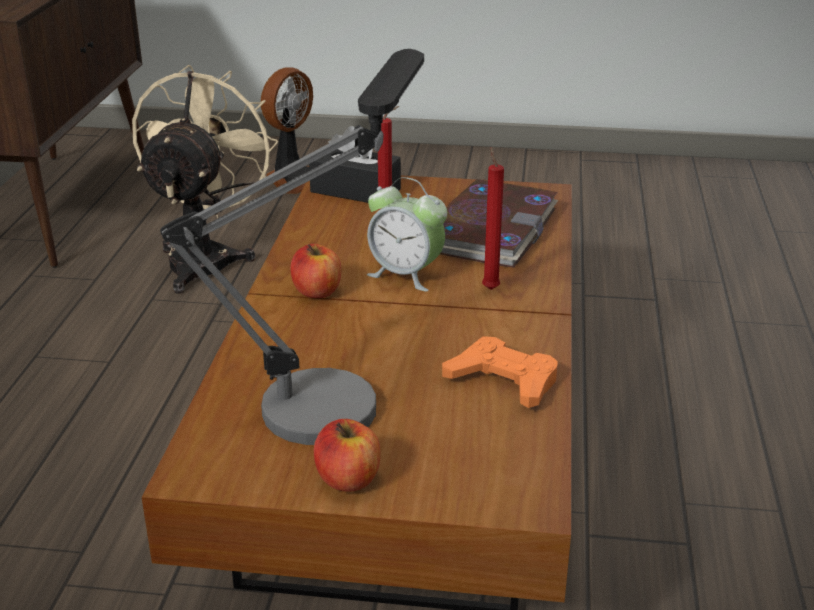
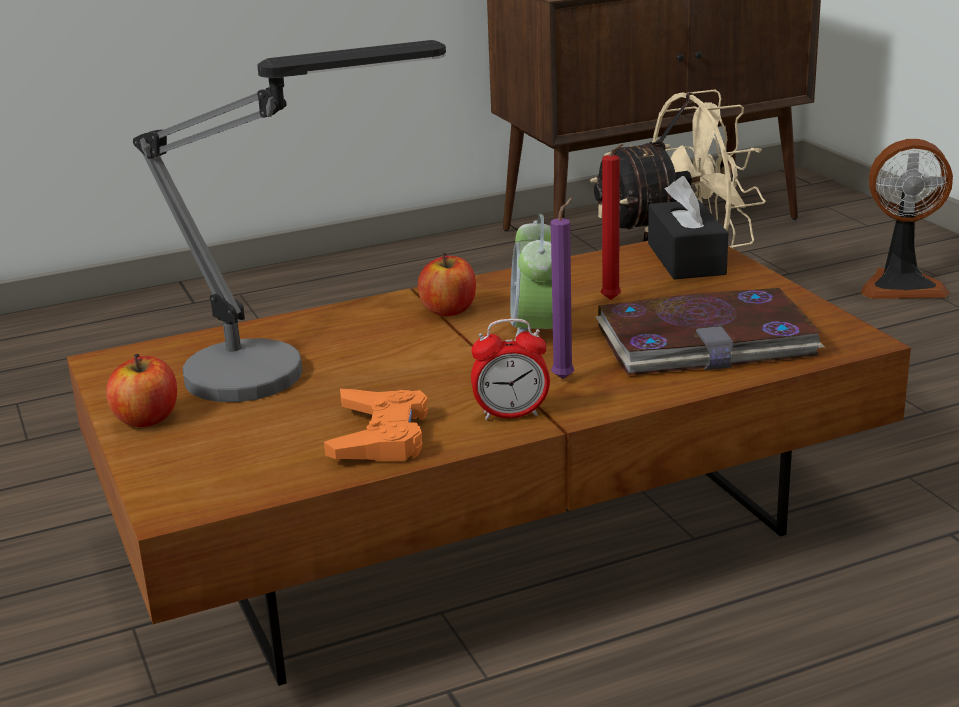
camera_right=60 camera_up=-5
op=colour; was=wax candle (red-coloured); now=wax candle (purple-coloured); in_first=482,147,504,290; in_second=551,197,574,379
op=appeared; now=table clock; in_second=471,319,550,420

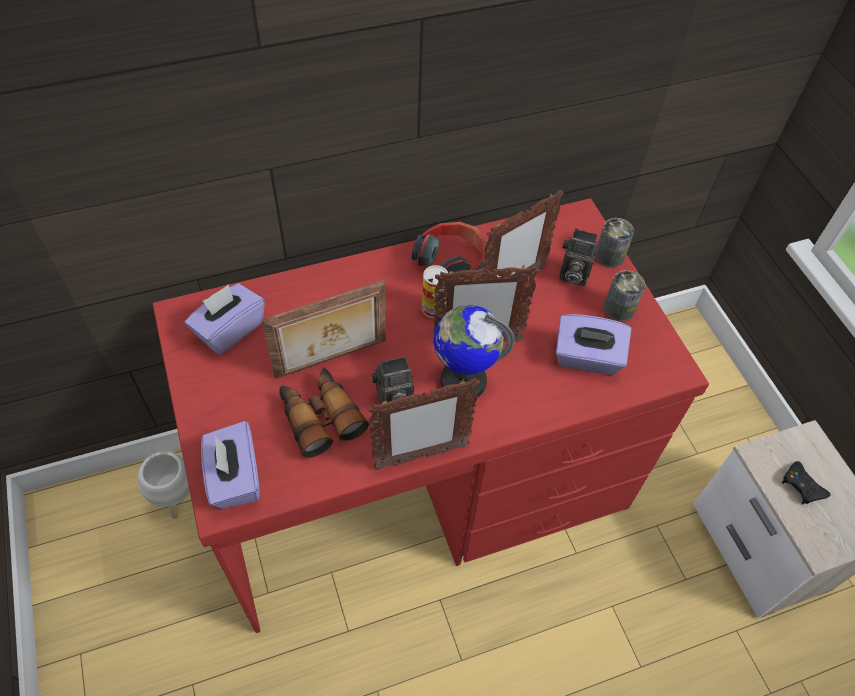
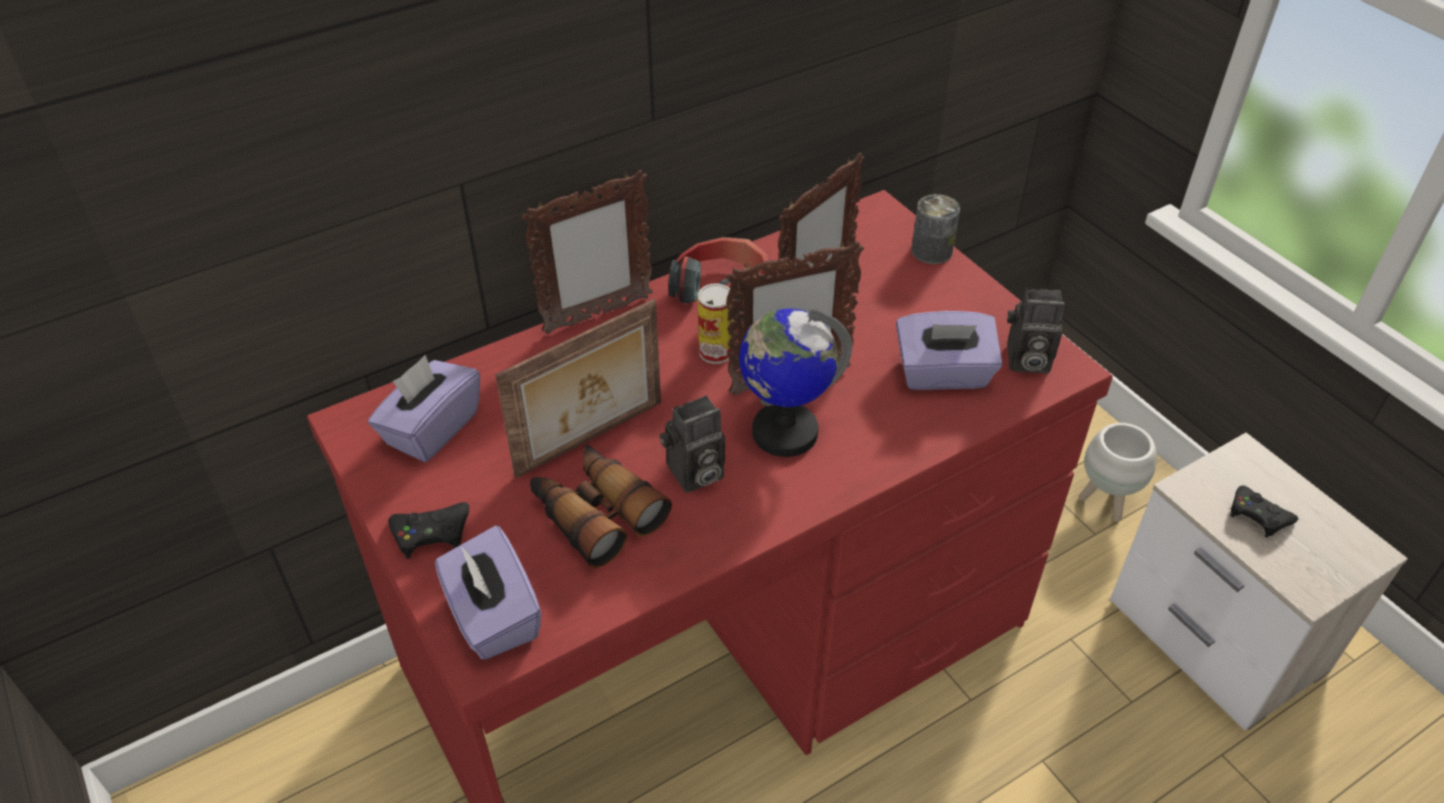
camera_right=-10 camera_up=-10
op=relocated; was=photo camera; in_first=559,228,597,286; in_second=1007,288,1065,373
op=missing; was=metal can; in_first=604,270,645,322
op=relocated; was=standing frame; in_first=367,378,480,470; in_second=522,170,653,334
op=relocated; was=planter (white); in_first=138,451,190,519; in_second=1079,423,1157,522
op=appeared; now=game controller (blackish); in_second=388,502,469,559

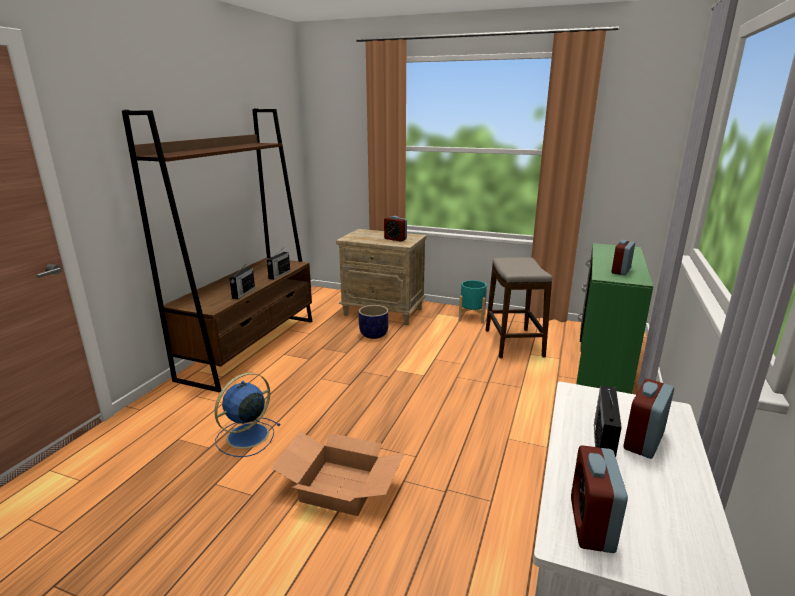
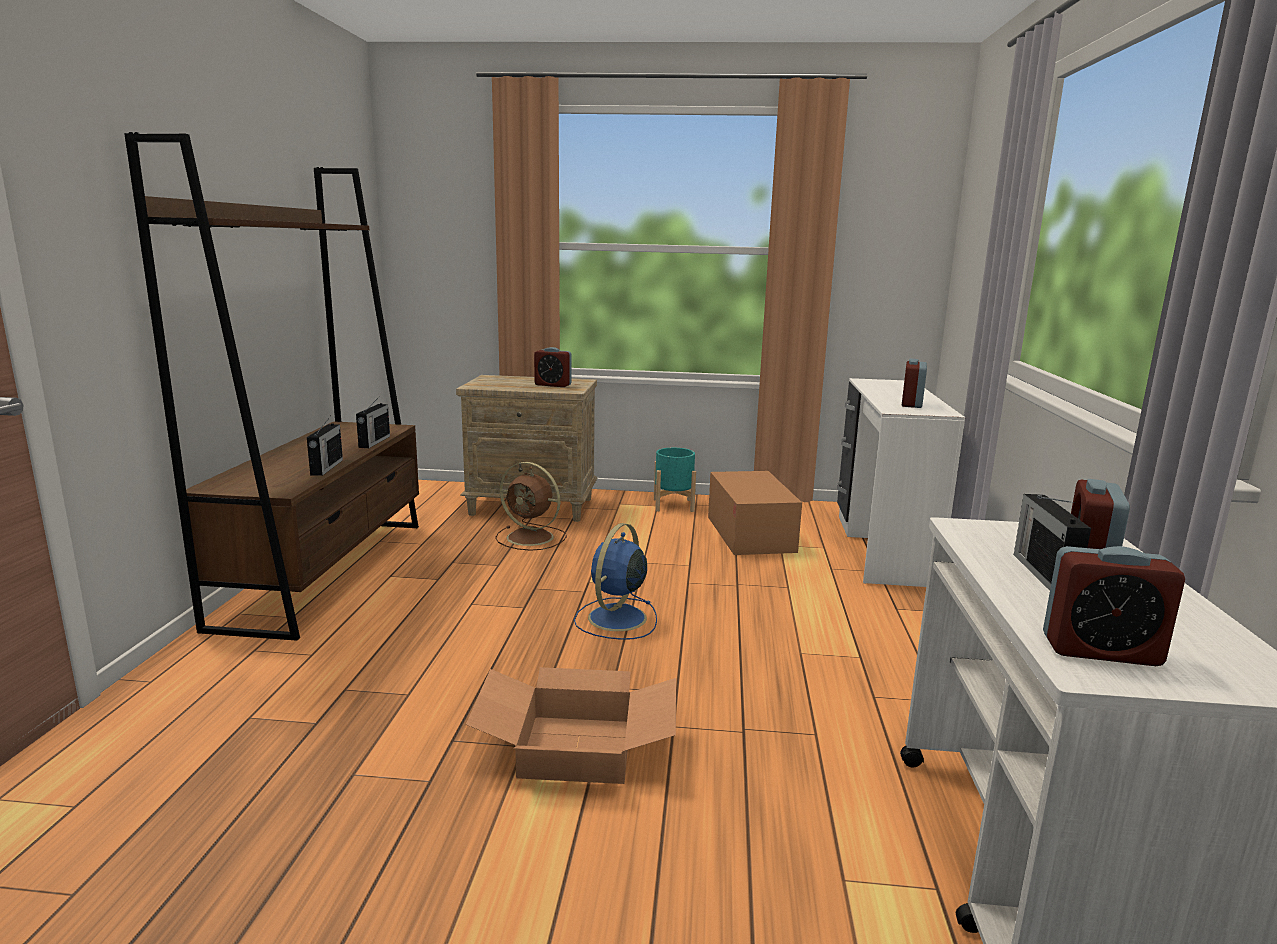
camera_right=-15 camera_up=-5
op=colour; was=desk unit (green); now=desk unit (white); in_first=576,243,653,394; in_second=837,378,965,587
op=exchanged; was=sitting stool; now=packing box; in_first=486,257,552,359; in_second=708,471,802,555
op=exchanged; was=planter; now=electric fan (brownish); in_first=358,305,389,339; in_second=495,462,567,551
op=relocated; was=electric fan (blue); in_first=214,373,280,457; in_second=574,523,657,640
op=spun; was=table clock; in_first=571,445,628,553; in_second=1043,546,1185,666; clockwise=-75

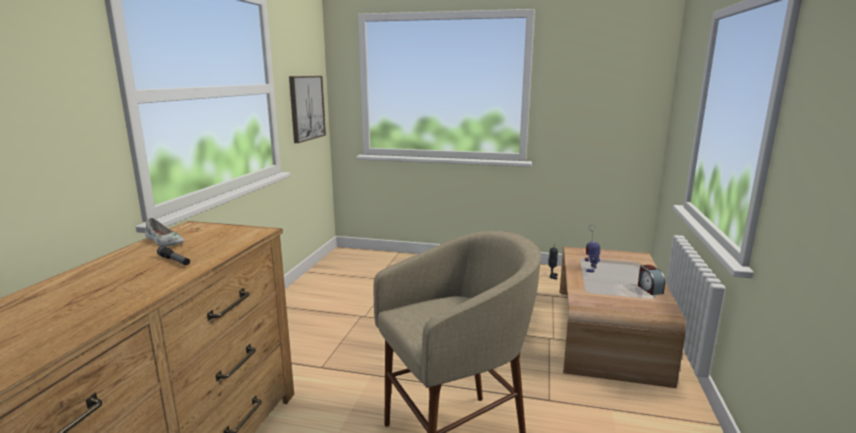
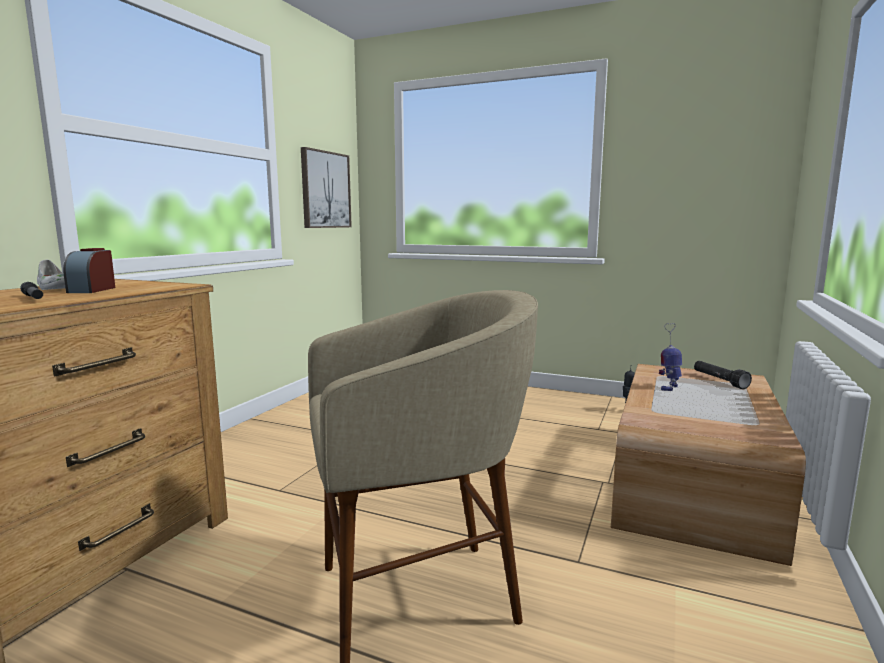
camera_right=10 camera_up=-5
op=relocated; was=table clock; in_first=638,265,665,295; in_second=63,248,115,293
op=appeared; now=torch (blackish); in_second=694,361,752,389

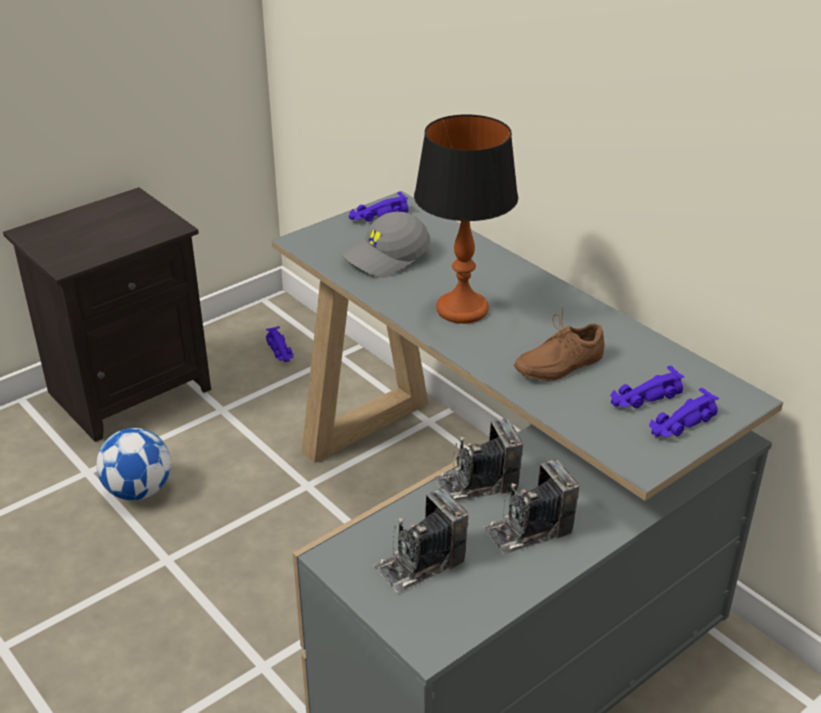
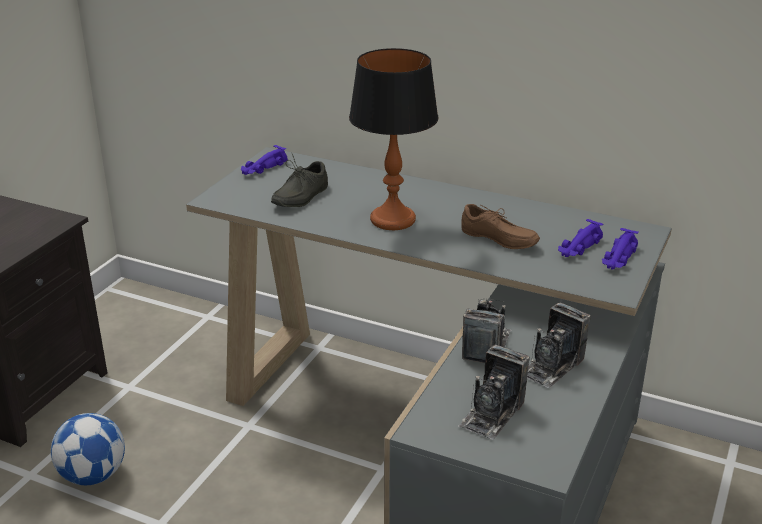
camera_right=-25 camera_up=-5
op=exchanged; was=peaked cap (grey); now=low shoe (grey); in_first=342,212,430,278; in_second=271,154,328,207
op=spun; was=low shoe (brownish); in_first=514,307,605,381; in_second=461,204,540,249; clockwise=-90
op=missing; was=miniature car (purple-coloured); in_first=266,326,294,362
op=spun; was=photo camera; in_first=434,419,523,501; in_second=462,298,512,363; clockwise=150

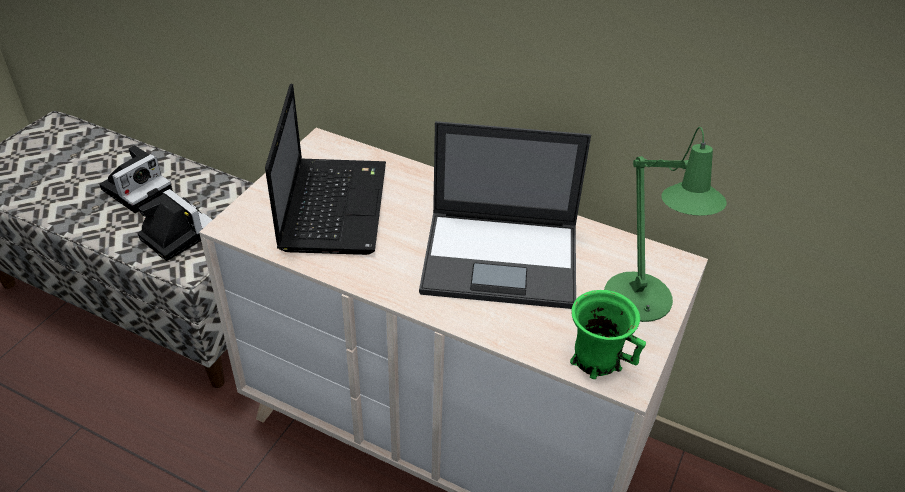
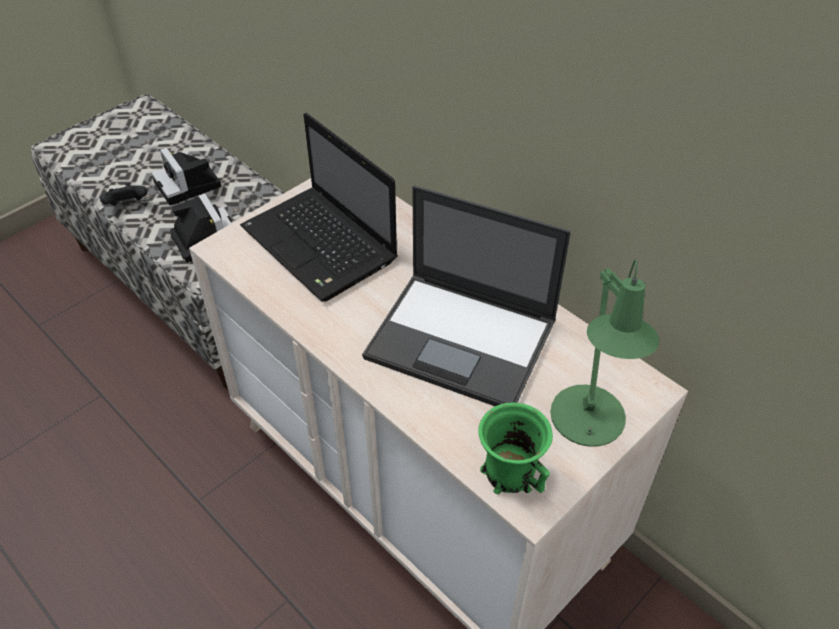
camera_right=20 camera_up=5
op=spun; was=portable computer; in_first=265,84,386,255; in_second=240,113,398,302; clockwise=120
op=spun; was=photo camera; in_first=99,145,173,213; in_second=151,147,221,206; clockwise=90
op=appeared; now=game controller (blackish); in_second=100,183,147,205

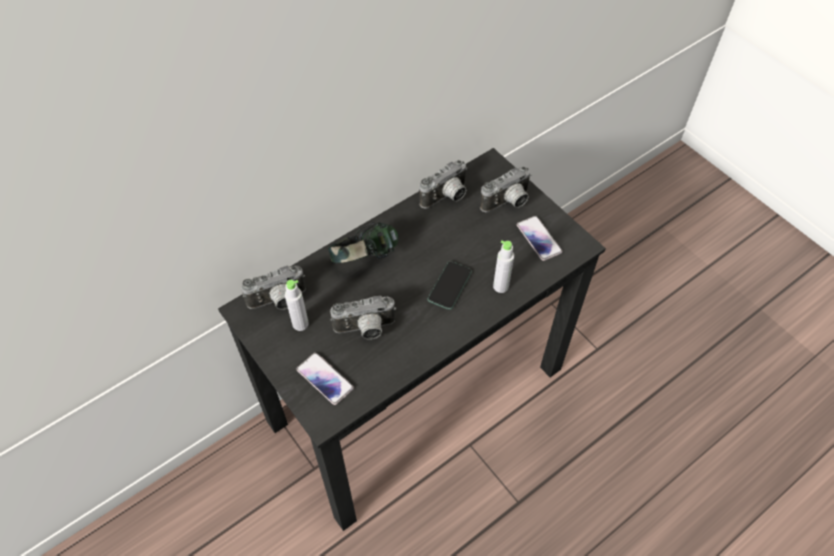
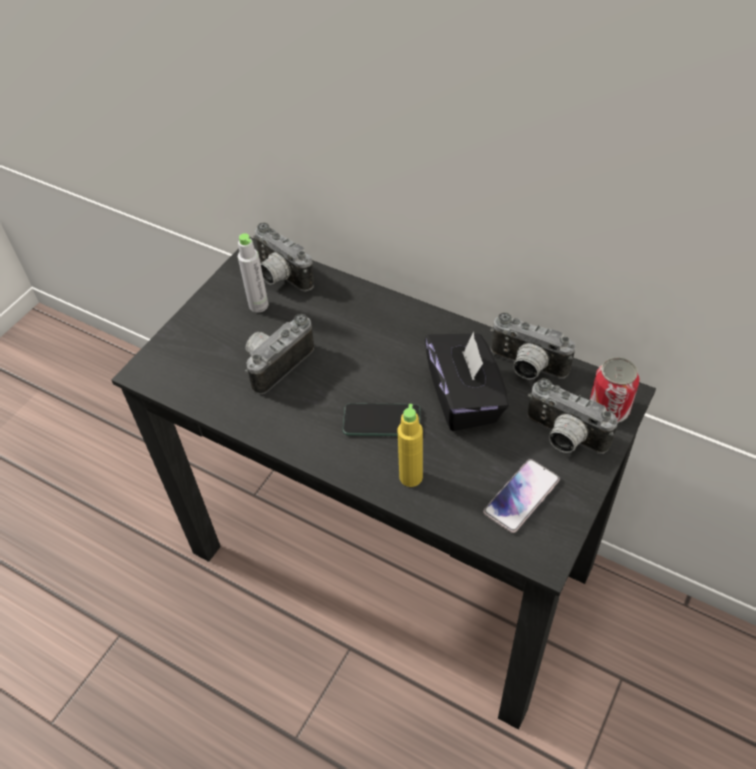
camera_right=70 camera_up=-5
op=missing; was=headphones; in_first=328,222,399,263
op=colour; was=bottle (grey); now=bottle (yellowish); in_first=493,240,514,293; in_second=397,404,423,487
op=spun; was=photo camera; in_first=330,296,396,340; in_second=245,314,314,394; clockwise=75
op=missing; was=telephone; in_first=297,353,354,405
op=appeared; now=tissue box (blackish); in_second=425,332,509,431
op=appeared; now=metal can; in_second=590,357,640,423

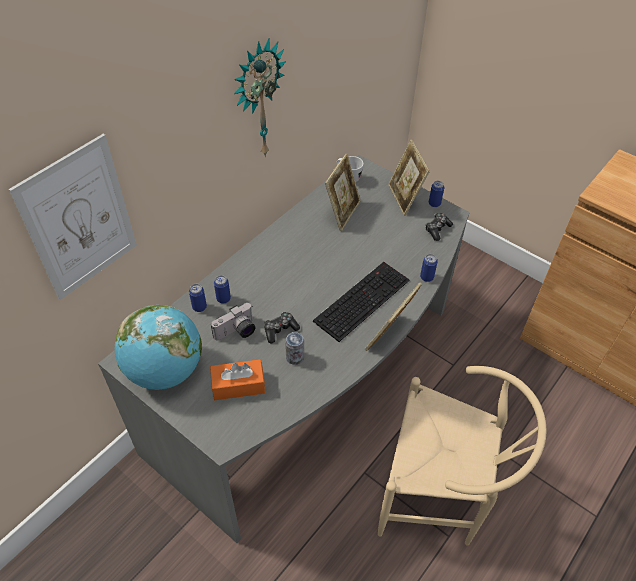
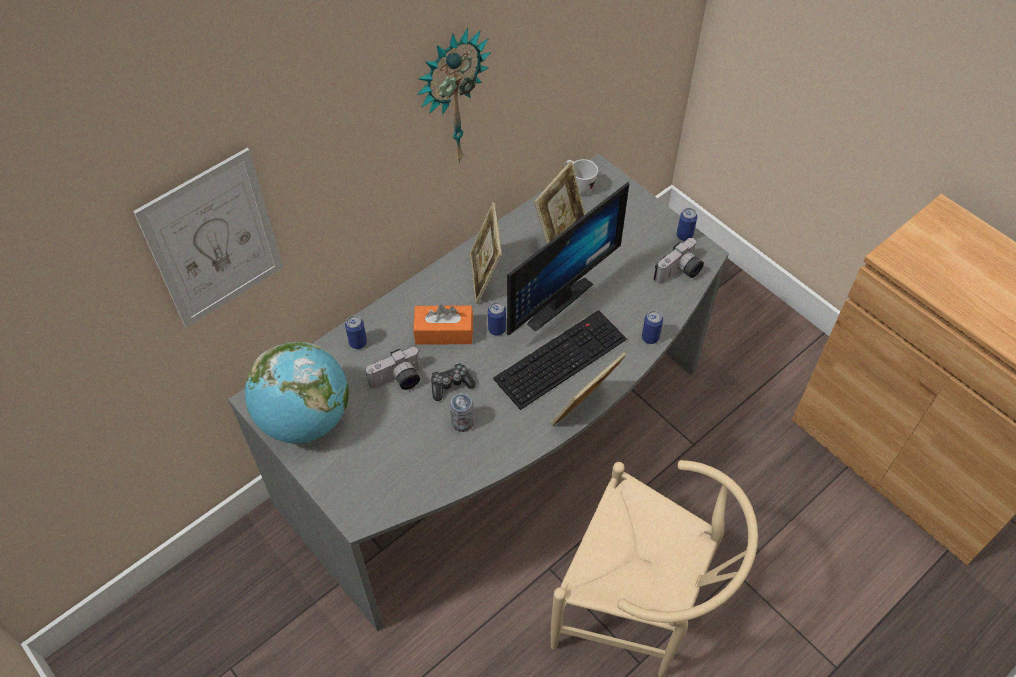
camera_right=10 camera_up=5
op=relocated; was=standing frame; in_first=388,139,430,216; in_second=470,202,502,304
op=exchanged; was=game controller; now=photo camera; in_first=425,213,453,241; in_second=654,238,704,284
op=relocated; was=metal can; in_first=214,275,231,303; in_second=488,302,506,336
op=relocated; was=tissue box (orange); in_first=210,359,265,400; in_second=413,305,473,345
op=appeared; now=monitor; in_second=507,182,629,335

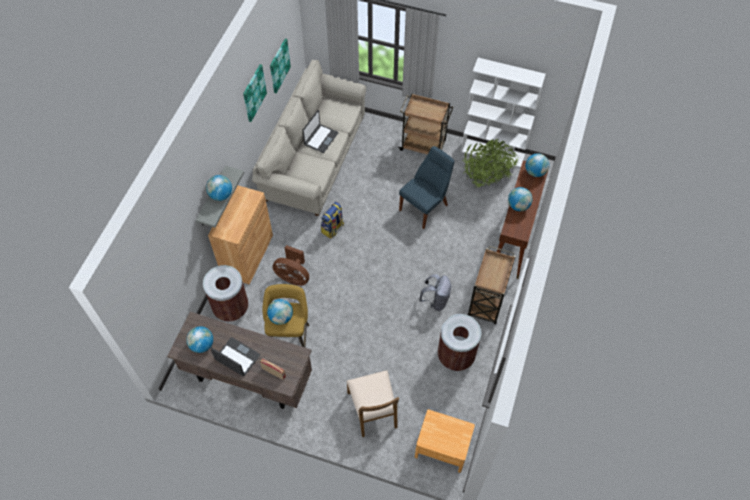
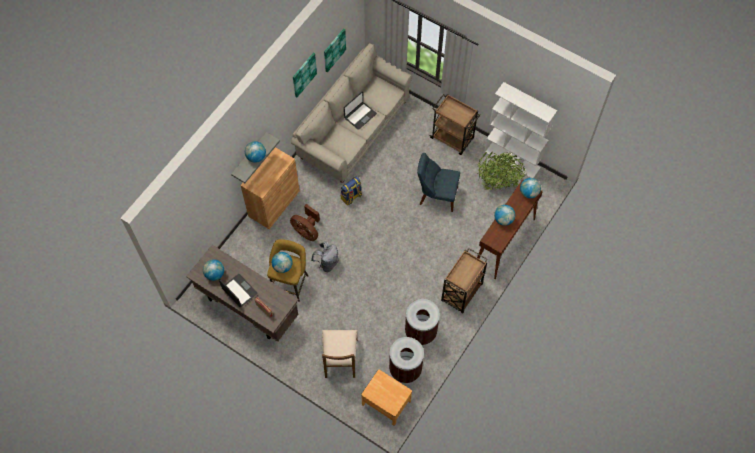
camera_right=15 camera_up=5
op=spun; was=upright chair (blue); in_first=399,146,454,229; in_second=417,153,460,212; clockwise=-135
op=relocated; was=waste bin (brownish); in_first=203,265,249,322; in_second=389,337,424,383
op=relocated; was=knapsack (grey); in_first=419,274,452,311; in_second=311,241,339,272

